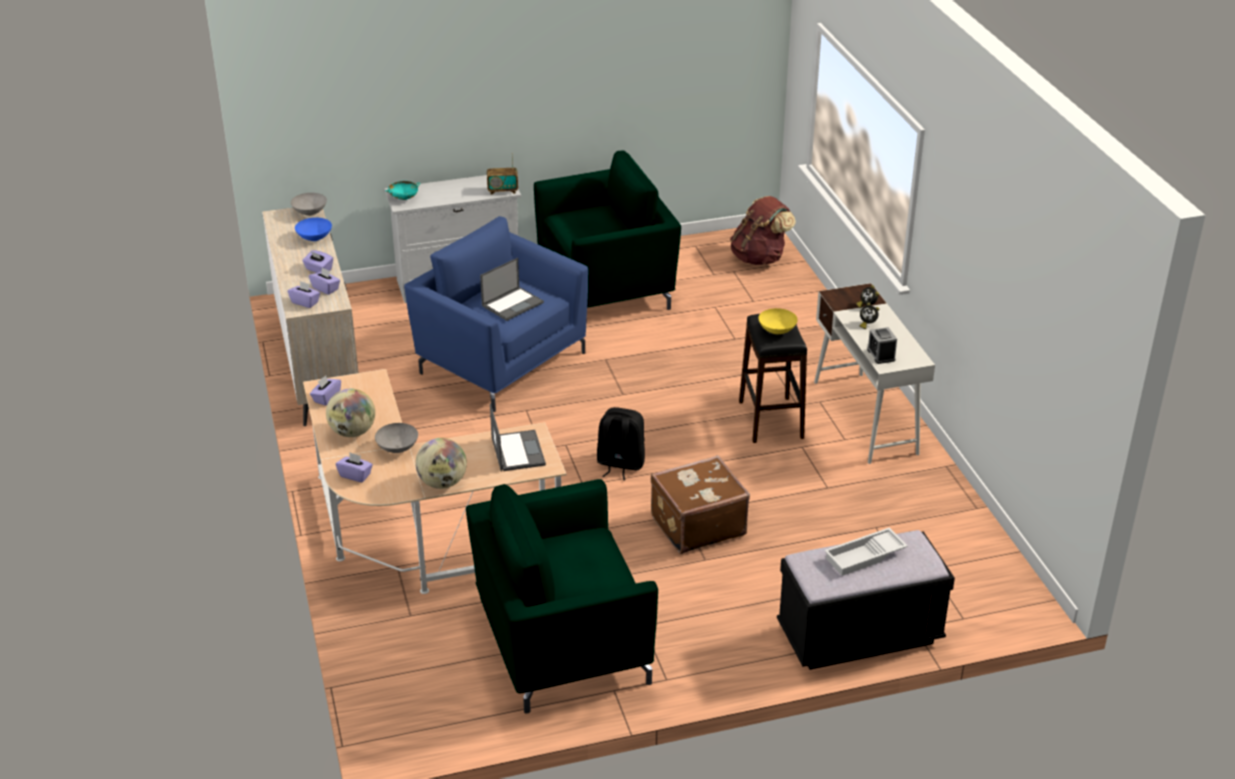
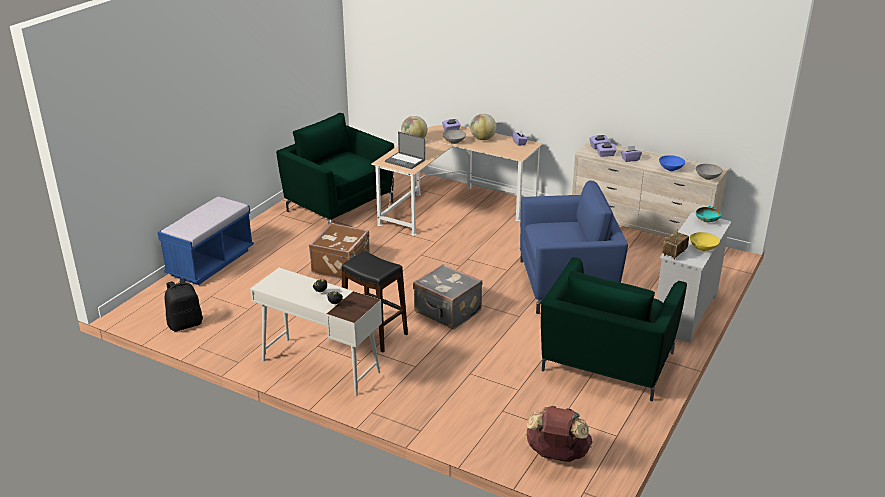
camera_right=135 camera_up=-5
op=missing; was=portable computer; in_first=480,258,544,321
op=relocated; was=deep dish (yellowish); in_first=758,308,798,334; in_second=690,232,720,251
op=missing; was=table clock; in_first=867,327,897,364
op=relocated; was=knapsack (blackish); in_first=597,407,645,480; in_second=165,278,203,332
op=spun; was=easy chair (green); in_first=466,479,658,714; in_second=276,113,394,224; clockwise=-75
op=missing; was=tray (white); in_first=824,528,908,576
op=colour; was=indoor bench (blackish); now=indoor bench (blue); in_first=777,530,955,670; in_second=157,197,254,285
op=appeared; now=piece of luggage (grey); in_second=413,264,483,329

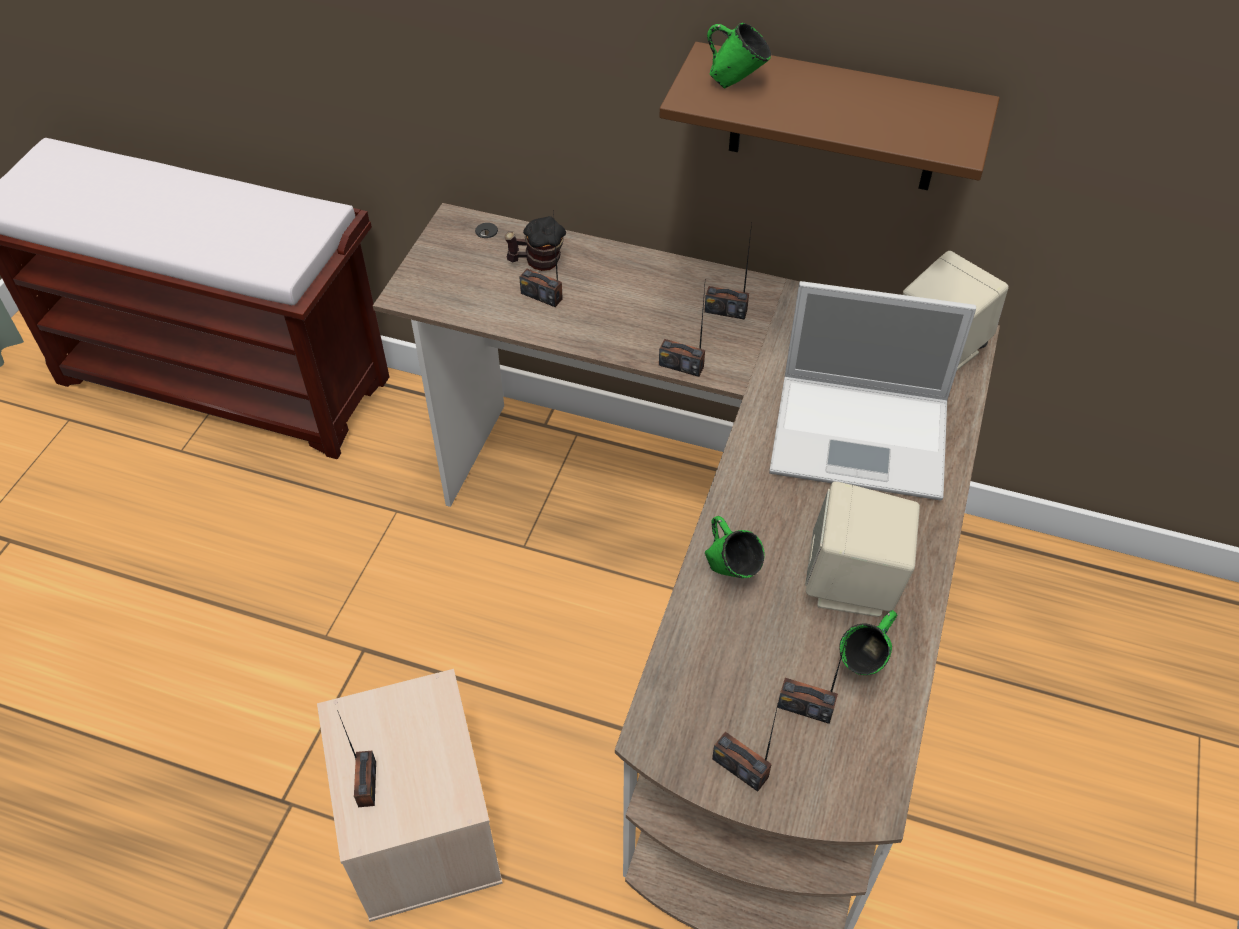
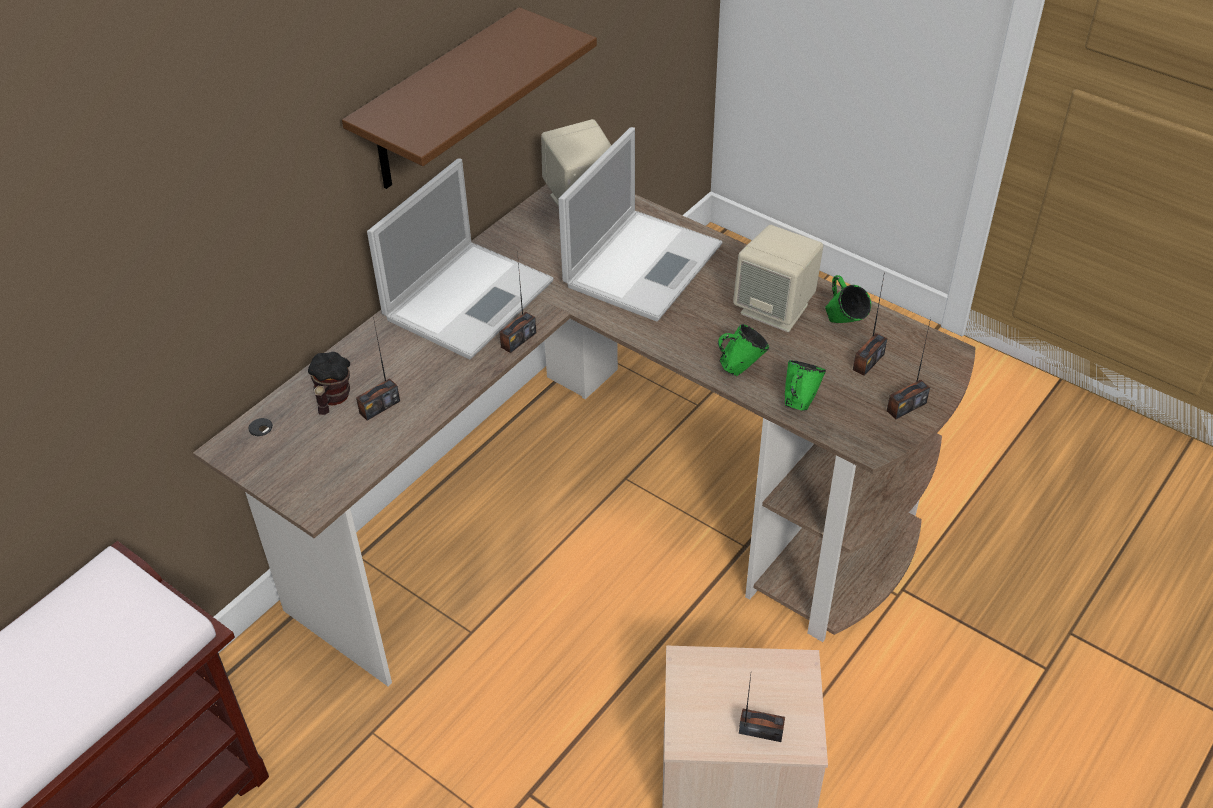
camera_right=-70 camera_up=-5
op=relocated; was=mug (green); in_first=707,23,771,88; in_second=785,360,826,411
op=exchanged; was=radio; now=portable computer; in_first=704,223,752,320; in_second=367,159,553,360

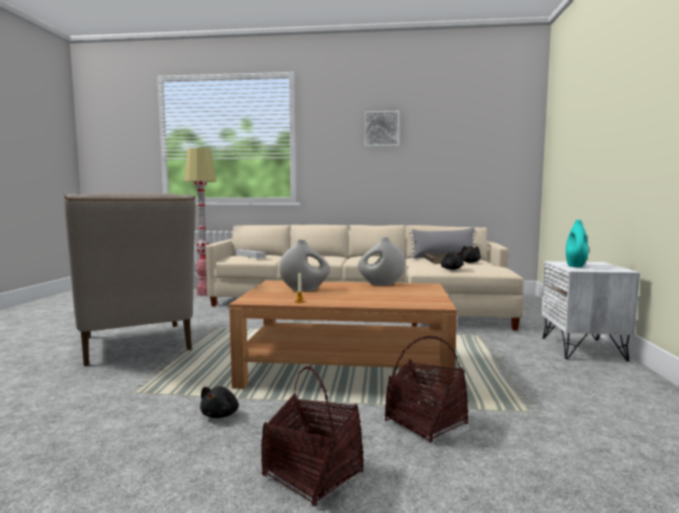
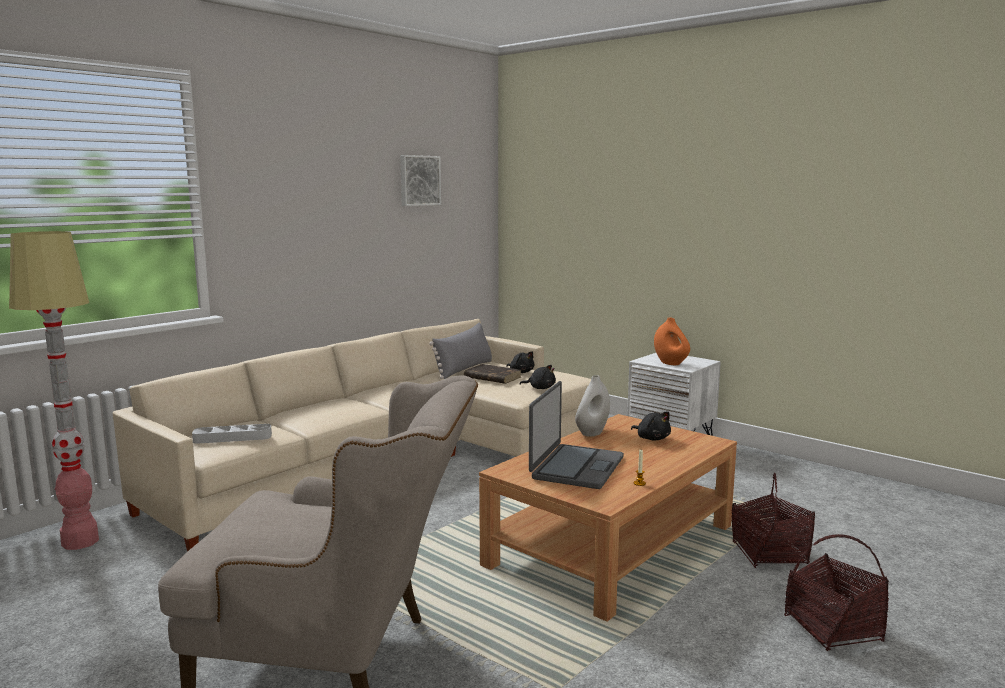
camera_right=-55 camera_up=5
op=relocated; was=wall art; in_first=365,111,399,147; in_second=400,155,441,206
op=colour; was=vase (turquoise); now=vase (orange); in_first=566,220,589,267; in_second=654,317,690,365
op=exchanged; was=vase (white); now=portable computer; in_first=279,239,330,291; in_second=529,381,624,489
op=relocated; was=cuddly toy (blackish); in_first=200,386,239,418; in_second=631,411,671,440

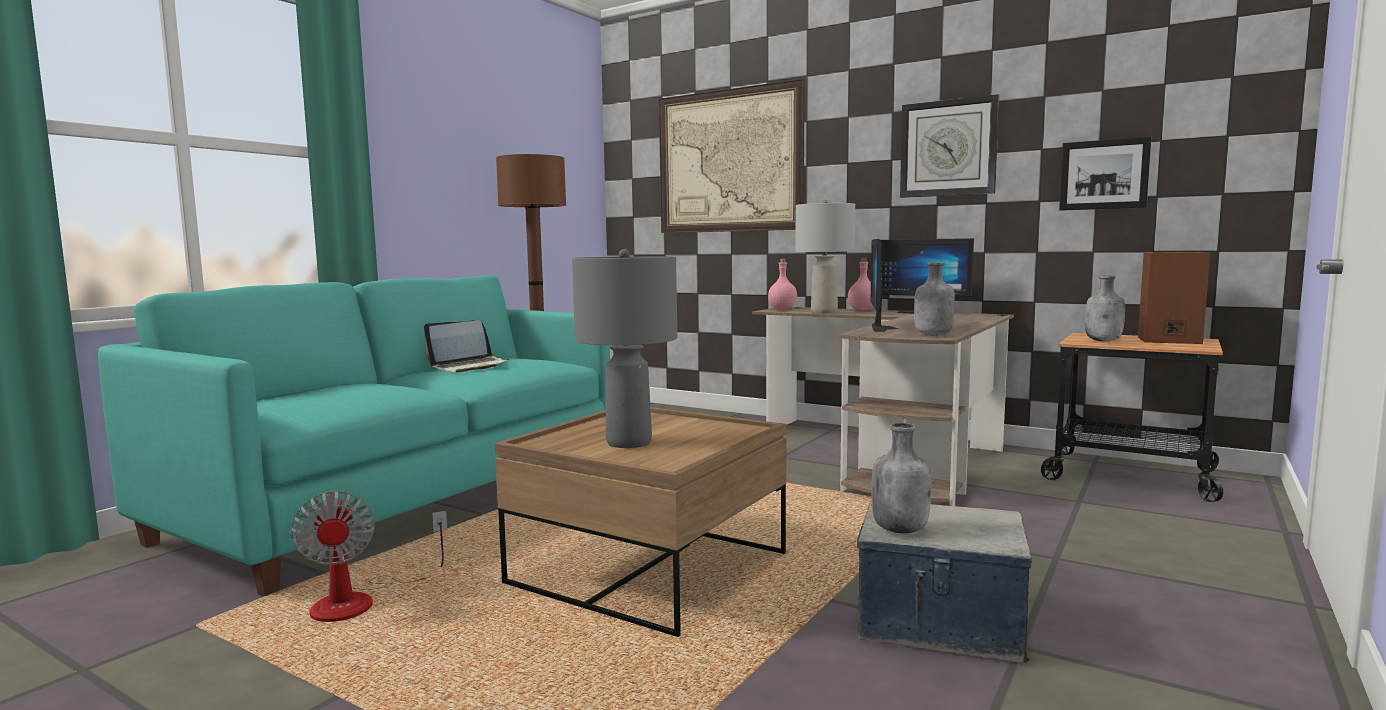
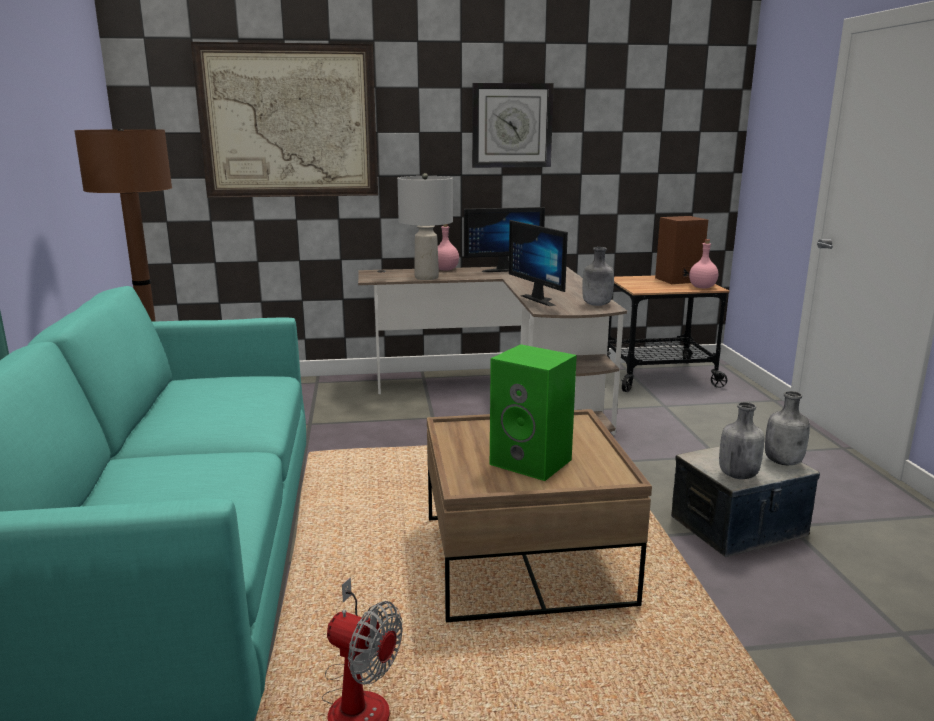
camera_right=-40 camera_up=10
op=missing; was=wall art; in_first=1059,137,1151,211
op=exchanged; was=lamp for a table (grey); now=speaker (green); in_first=572,249,677,448; in_second=490,344,577,481
op=relocated; was=bottle (pink-coloured); in_first=768,259,797,310; in_second=689,239,718,288
op=relocated; was=bottle (grey); in_first=1085,275,1125,341; in_second=765,391,810,465
op=missing; was=portable computer; in_first=424,320,509,373

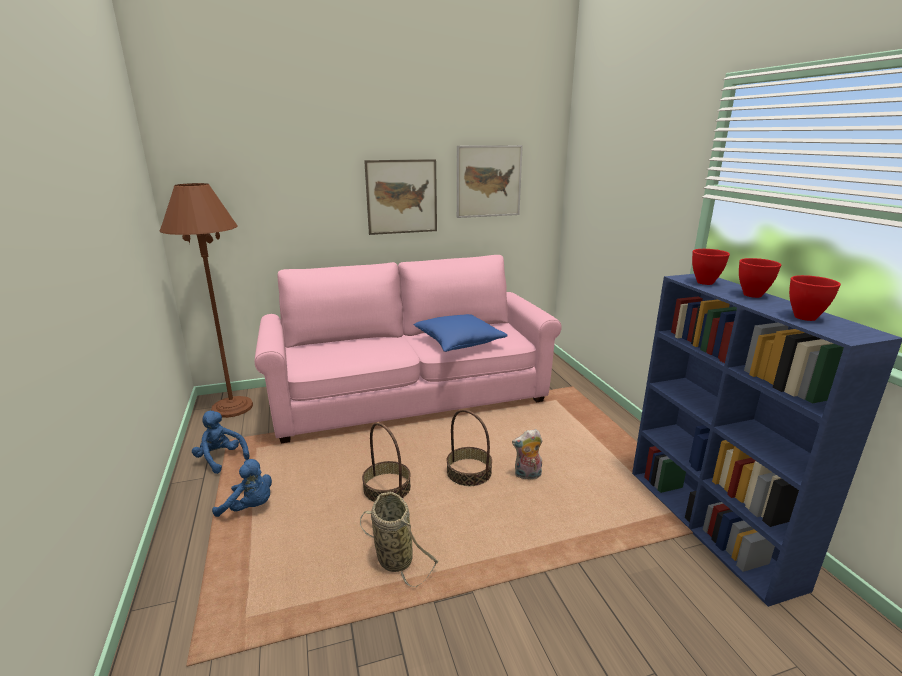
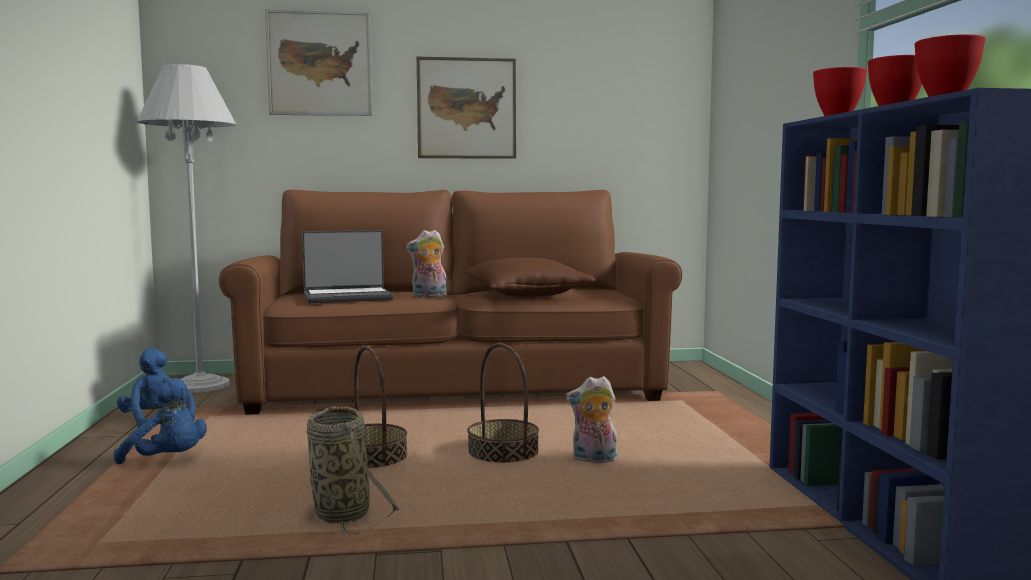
camera_right=10 camera_up=-15
op=relocated; was=wall art; in_first=457,145,523,218; in_second=265,9,372,116
op=colour; was=standard lamp (brownish); now=standard lamp (white); in_first=160,183,253,418; in_second=137,64,237,393
op=colour; was=sofa (pink-coloured); now=sofa (brownish); in_first=255,255,562,443; in_second=219,189,682,415
op=colour; was=pillow (blue); now=pillow (brownish); in_first=414,314,508,352; in_second=463,258,595,297
op=appeared; now=portable computer; in_second=302,230,394,303
op=appeared; now=cuddly toy; in_second=406,230,447,298

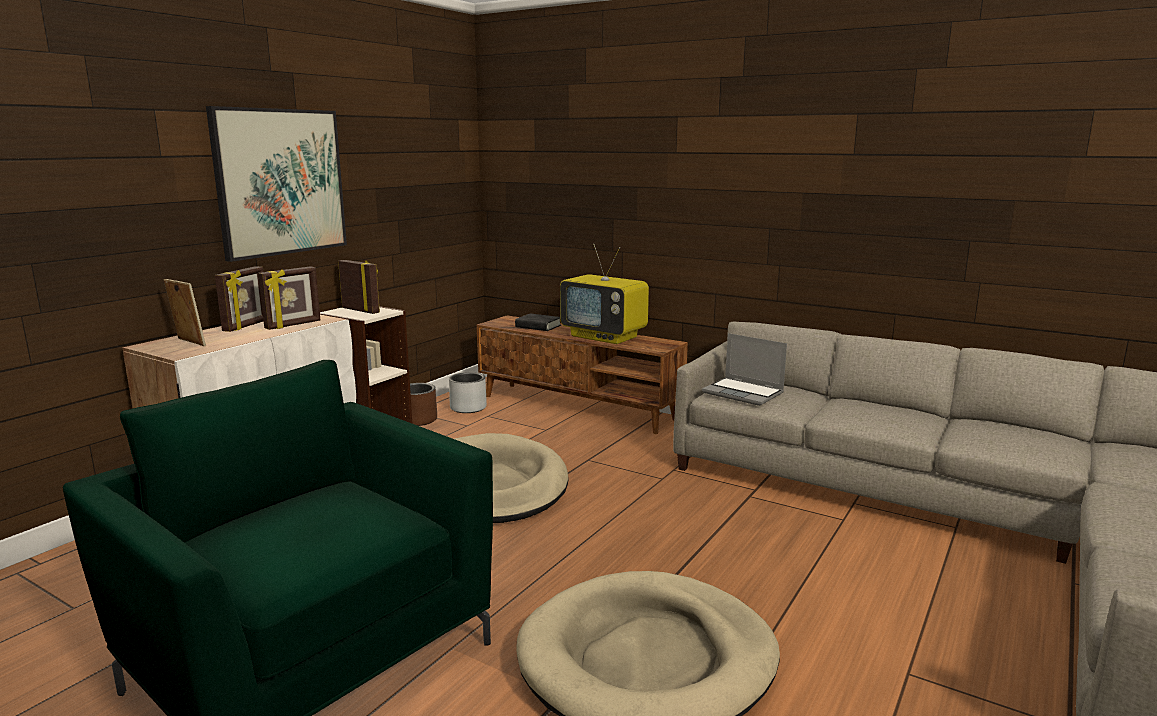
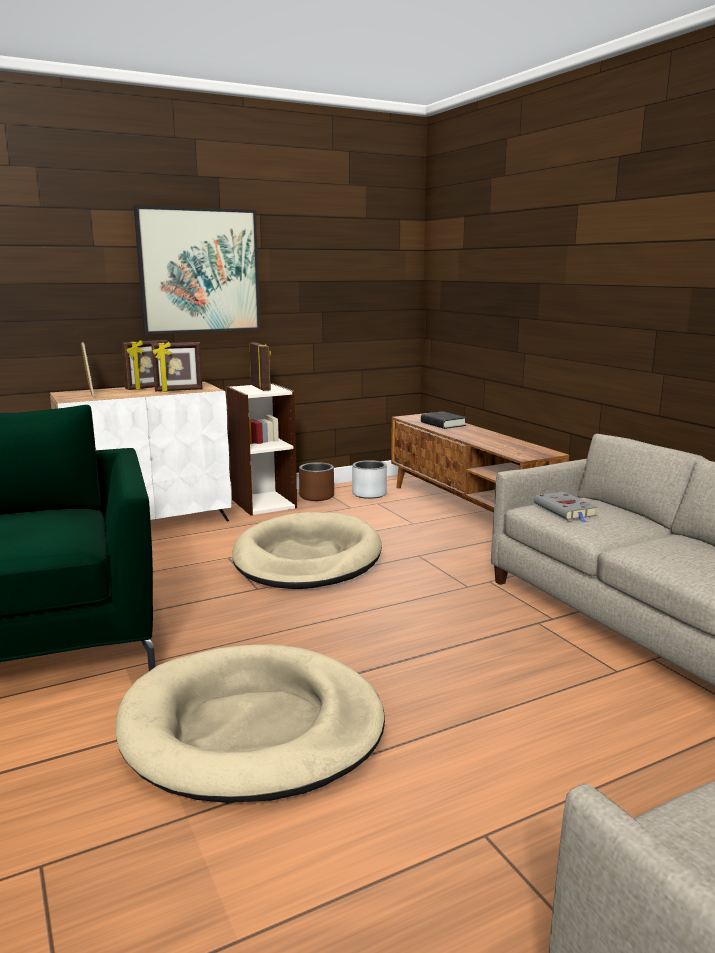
camera_right=30 camera_up=0
op=missing; was=TV; in_first=560,244,649,344
op=exchanged; was=portable computer; now=volume (grey); in_first=702,333,787,406; in_second=534,492,598,523

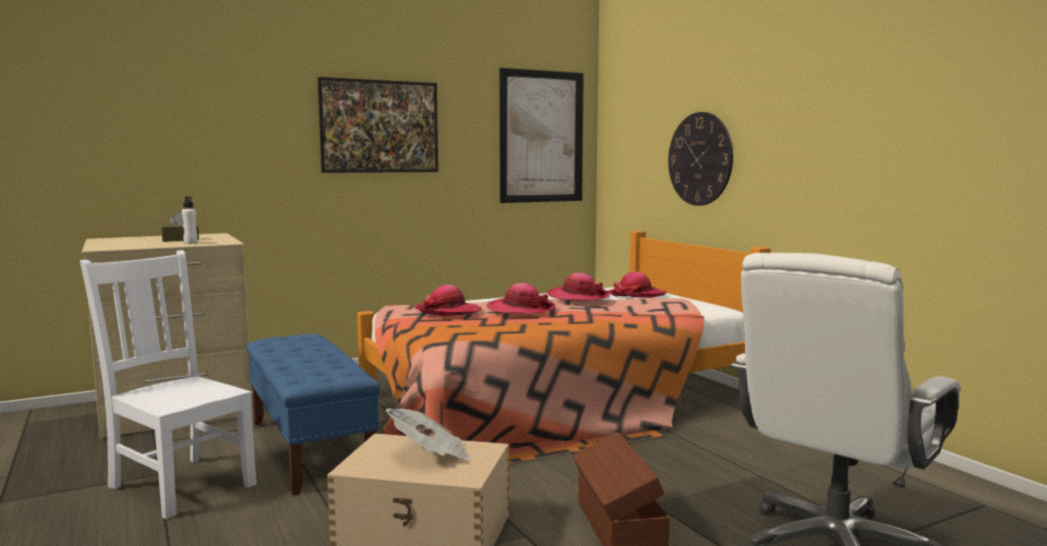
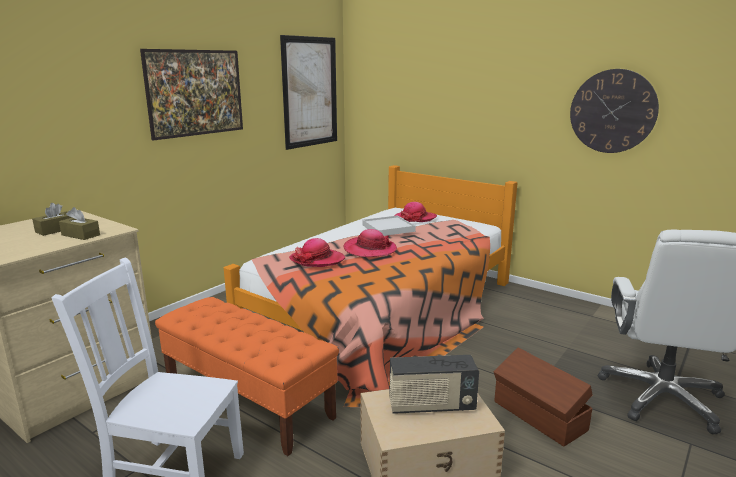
camera_right=-25 camera_up=10
op=relocated; was=wall clock; in_first=668,112,733,206; in_second=570,69,659,153
op=exchanged; was=bottle (white); now=tissue box (brownish); in_first=182,197,198,244; in_second=59,207,100,240
op=exchanged; was=wearable hat; now=tray (white); in_first=547,273,610,301; in_second=363,215,416,236
op=colour; was=indoor bench (blue); now=indoor bench (orange); in_first=246,334,380,496; in_second=155,297,339,456
op=exchanged; was=daily paper; now=radio; in_first=386,408,472,460; in_second=390,355,479,414

